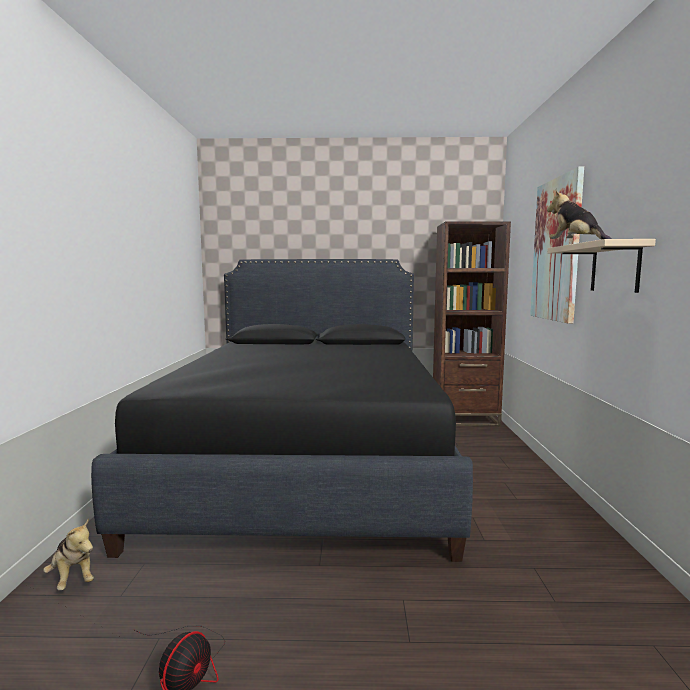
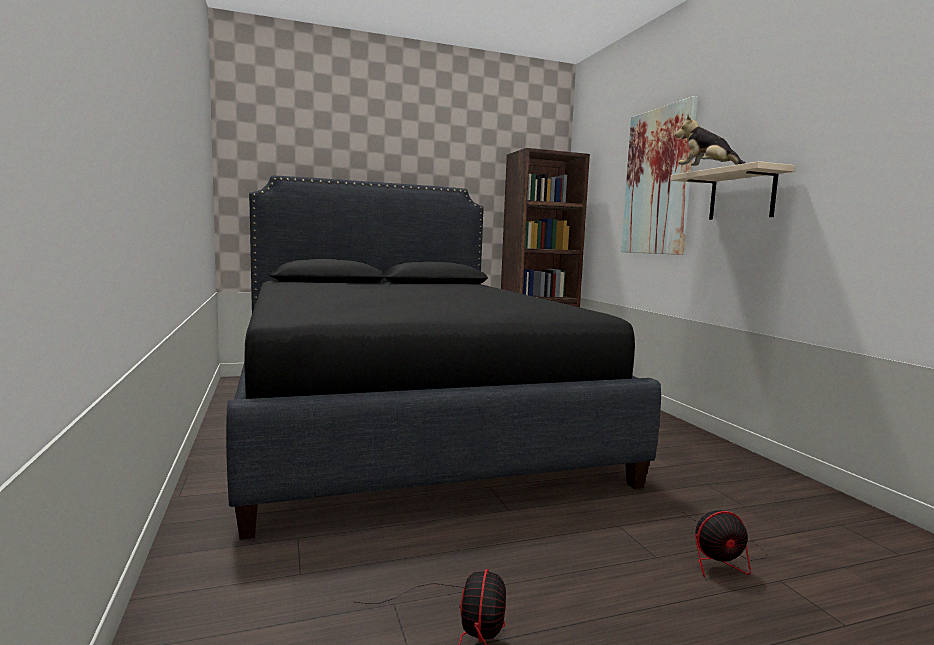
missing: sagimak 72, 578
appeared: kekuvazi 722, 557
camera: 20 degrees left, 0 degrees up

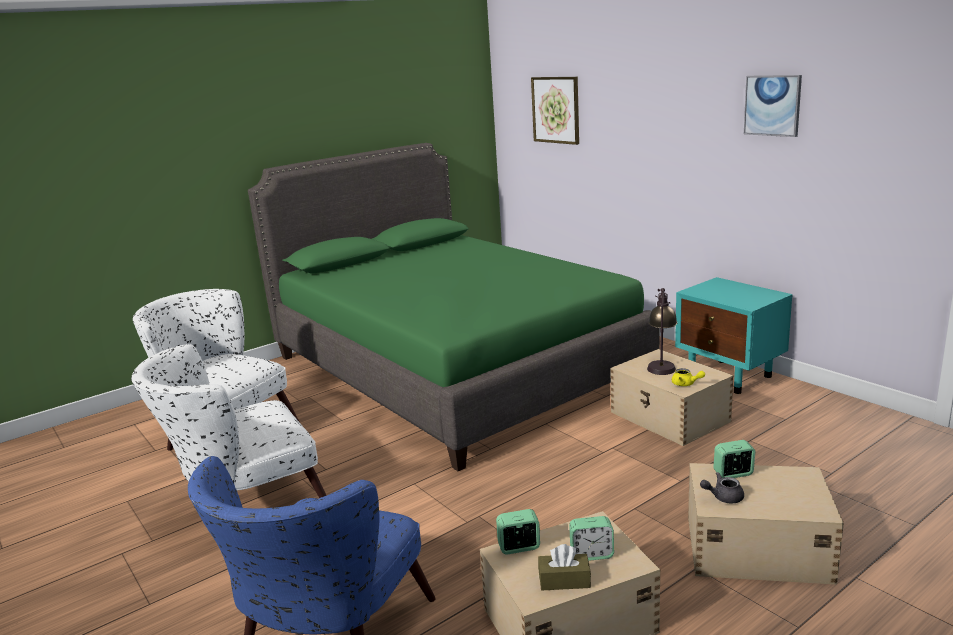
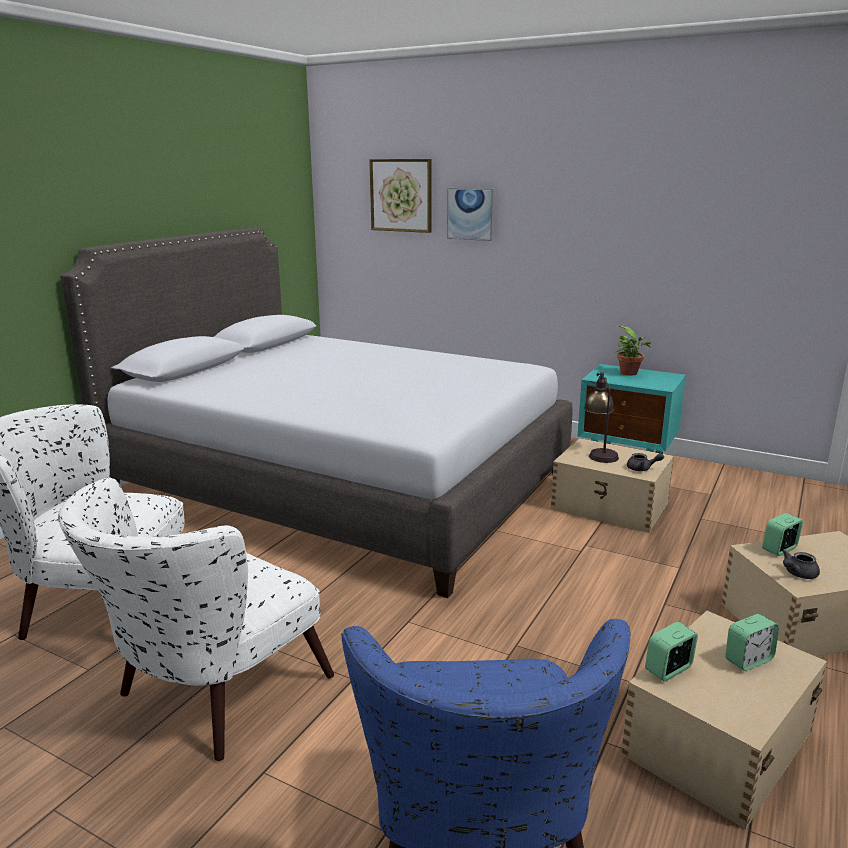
missing: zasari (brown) 564, 580
appeared: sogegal 630, 374
relocated: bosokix 772, 105 to 470, 214
colour: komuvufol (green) 452, 368 to komuvufol (grey) 340, 484; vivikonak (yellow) 686, 384 to vivikonak (grey) 642, 469
camera: 25 degrees left, 0 degrees up

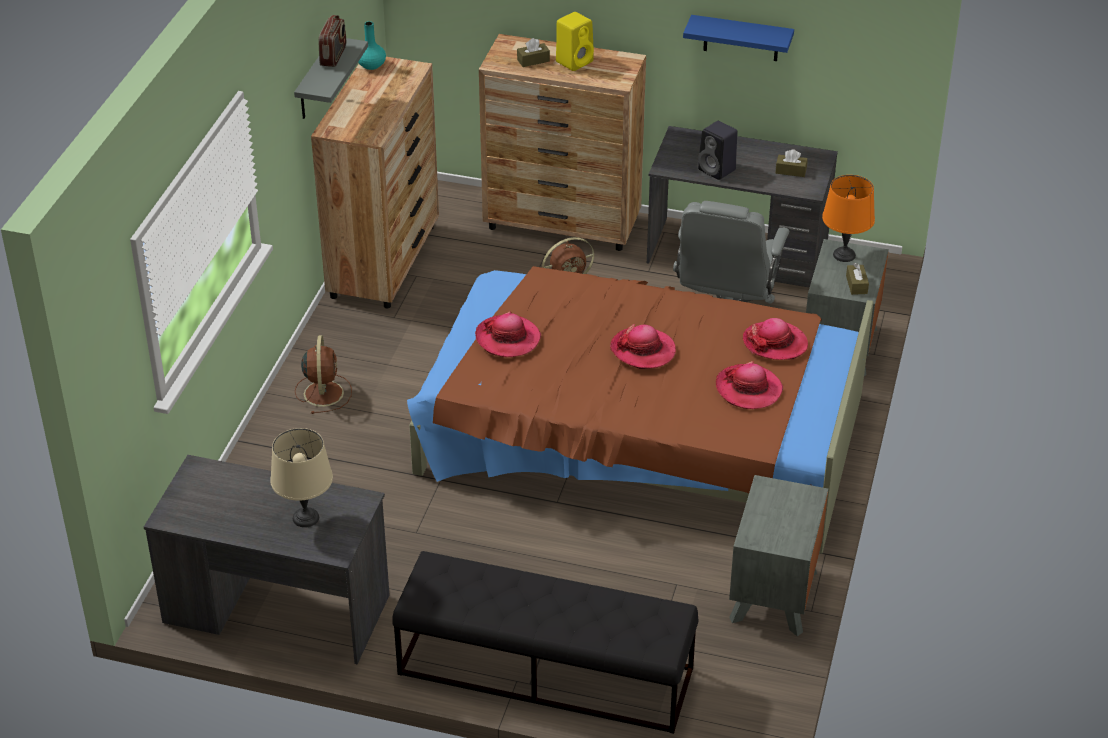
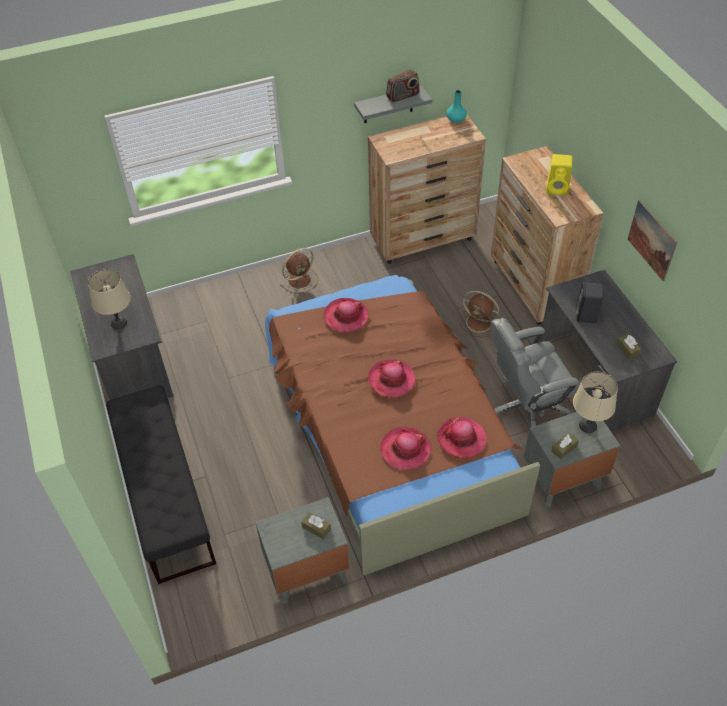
relocated: zasari (brown) 533, 60 to 316, 528
exchanged: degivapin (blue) 741, 38 to bosokix 652, 240
colour: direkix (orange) 844, 255 to direkix (beige) 587, 425
camera: 55 degrees right, 10 degrees up

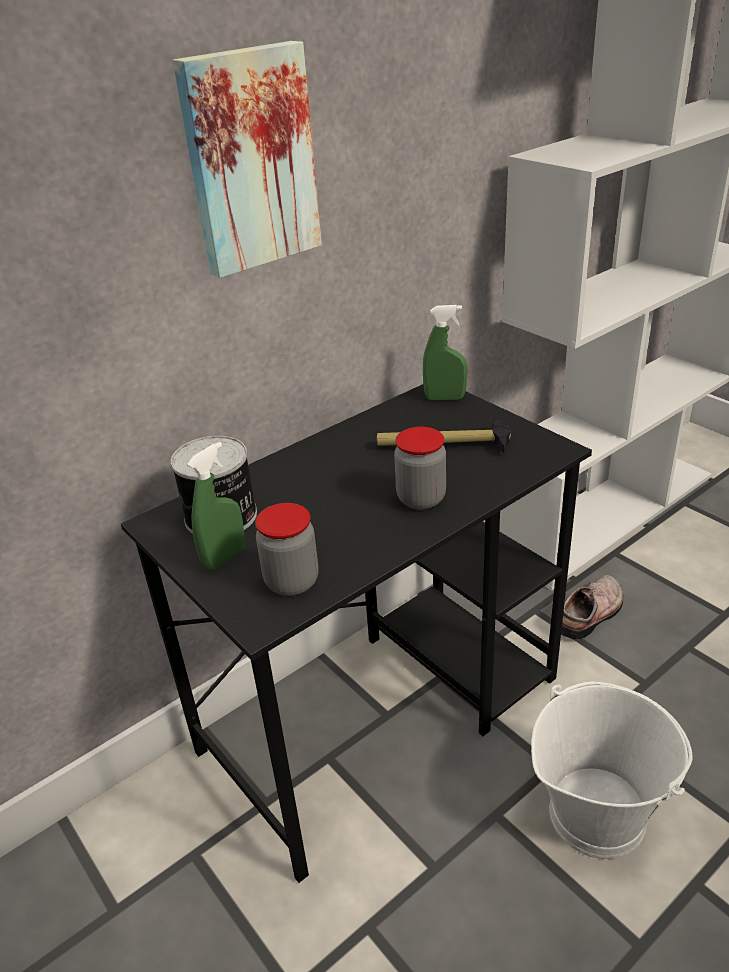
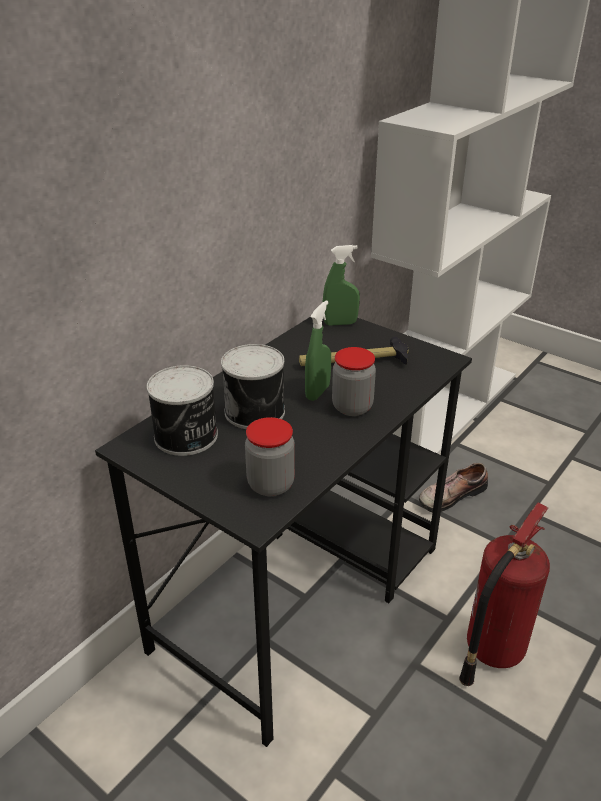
missing: bosokix 249, 160
appeared: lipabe 256, 411
relocated: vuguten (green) 224, 558 to 317, 392
exchanged: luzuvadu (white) 596, 813 to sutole 491, 651
spun: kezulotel 592, 614 = 450, 494 150 degrees counterclockwise
camera: 15 degrees left, 0 degrees up

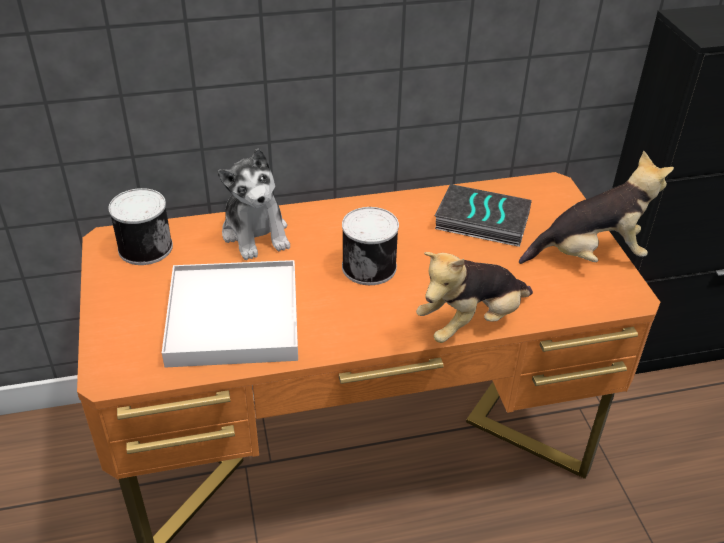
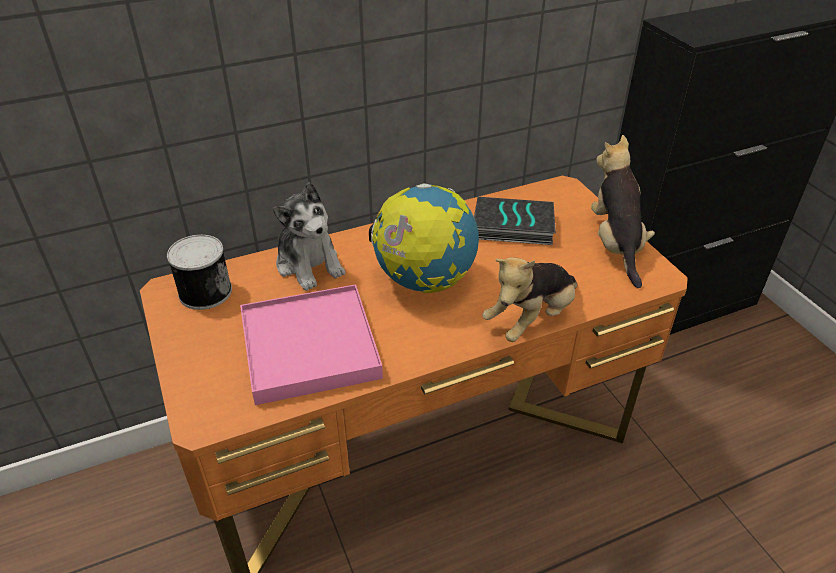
exchanged: lipabe 370, 266 to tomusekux 424, 280
colour: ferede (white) 234, 317 to ferede (pink) 310, 347
spun: sagimak 590, 255 = 615, 244 75 degrees counterclockwise
camera: 10 degrees left, 0 degrees up

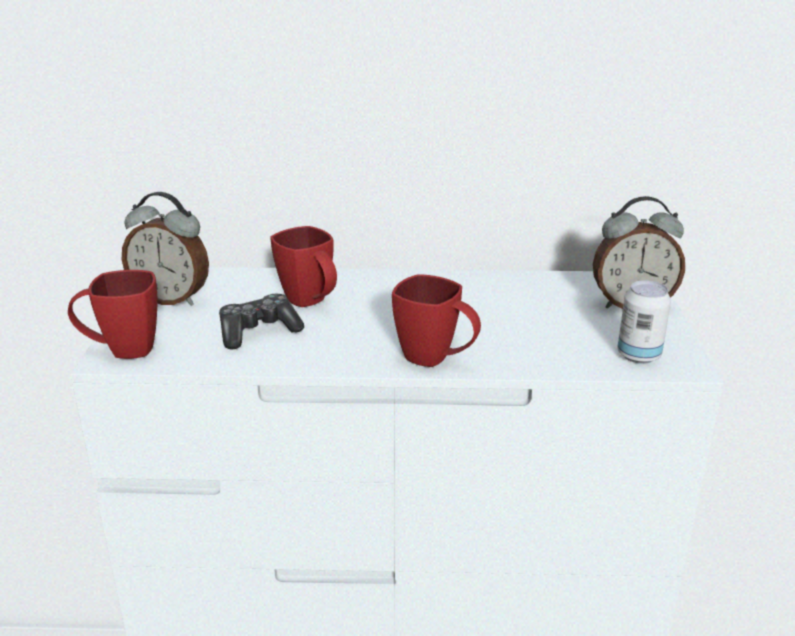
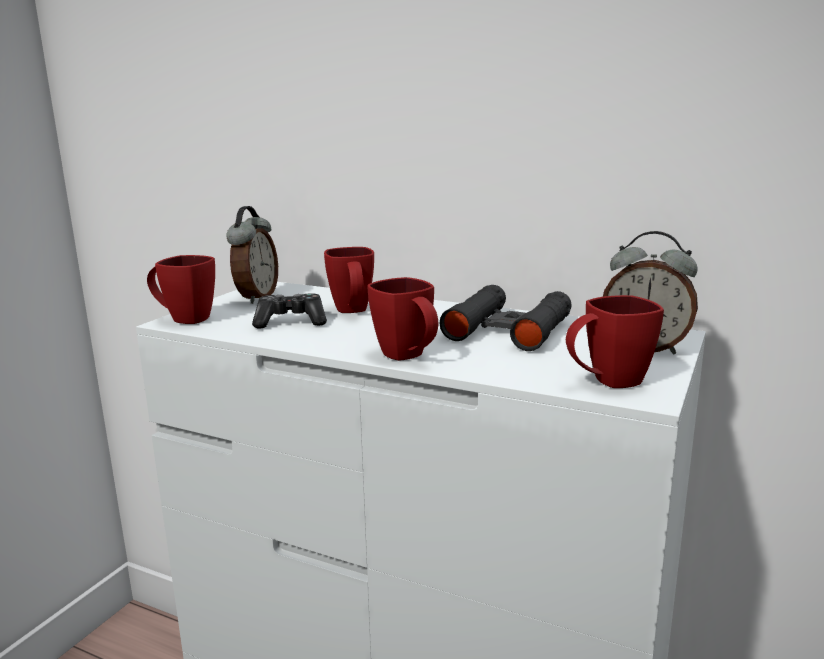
appeared: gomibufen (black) 508, 329
exchanged: lipabe 638, 355 to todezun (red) 606, 382
spun: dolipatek 172, 299 = 255, 297 120 degrees counterclockwise
camera: 25 degrees right, 10 degrees down

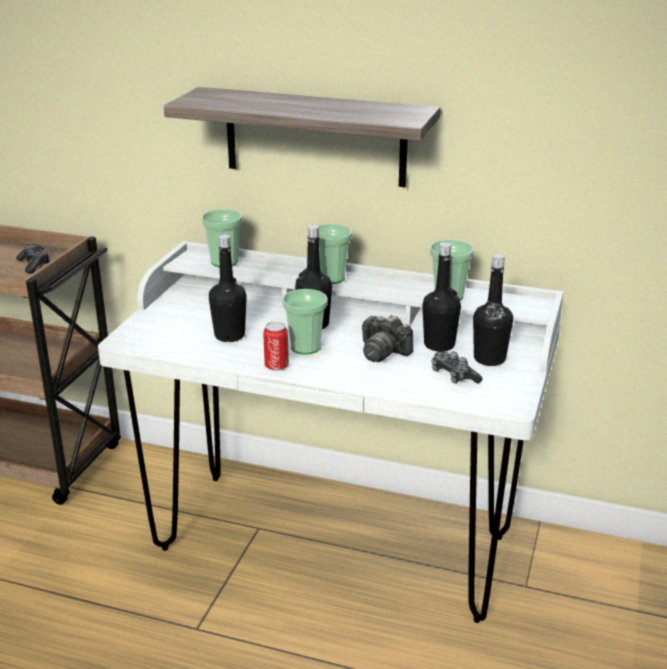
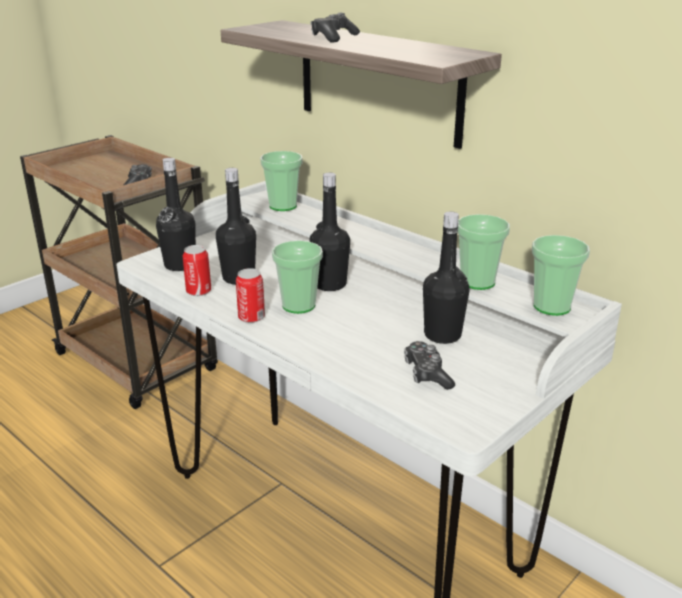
missing: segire 383, 352
appeared: lipabe 198, 291; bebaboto 333, 38
relocated: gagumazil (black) 489, 359 to 180, 265; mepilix 331, 278 to 552, 306
camera: 25 degrees right, 0 degrees up

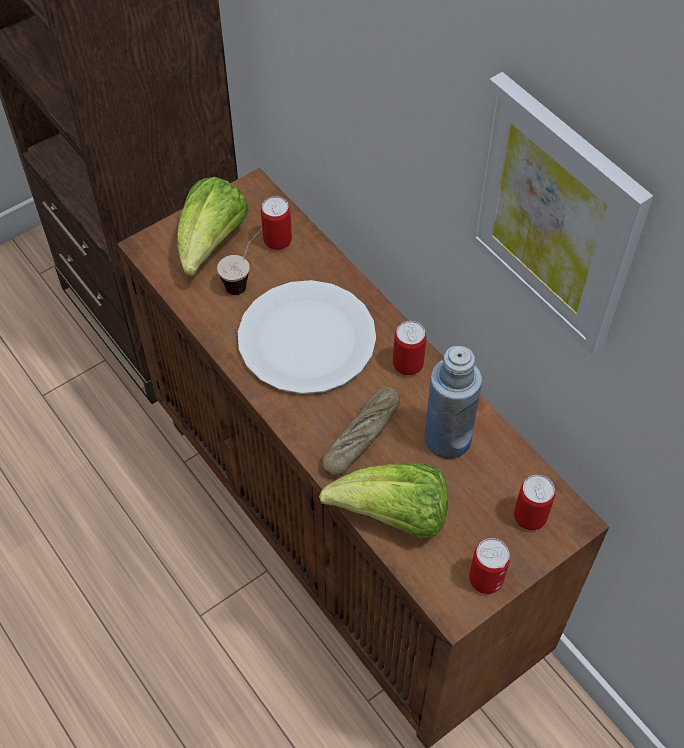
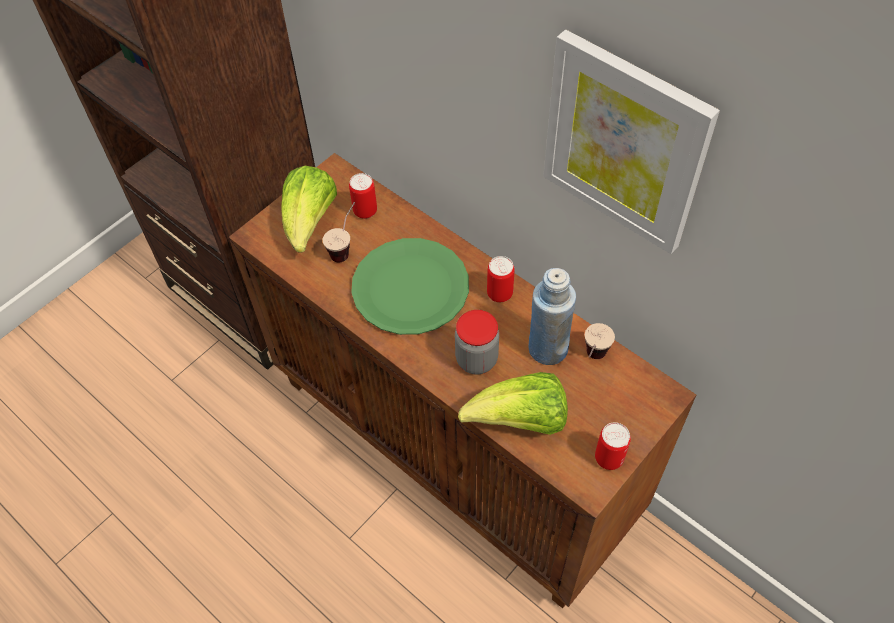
missing: lipabe 529, 517
appeared: mepilix 592, 361
exchanged: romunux 361, 436 to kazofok 476, 359
colour: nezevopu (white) 306, 339 to nezevopu (green) 410, 288
camera: 10 degrees left, 0 degrees up

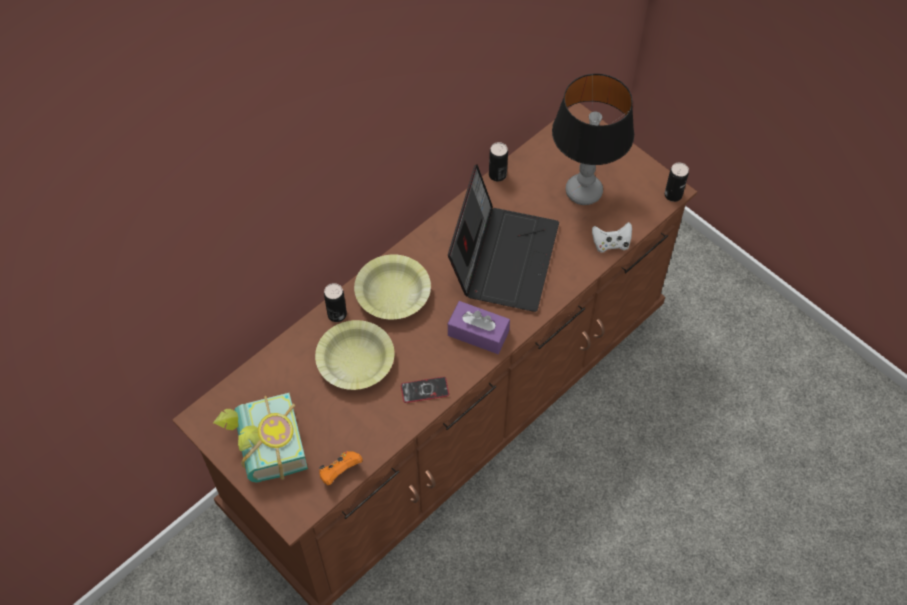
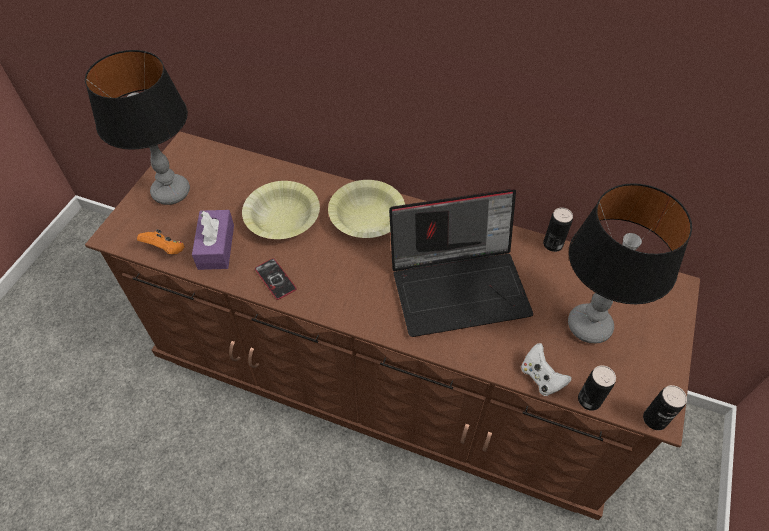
relocated: zasari (purple) 478, 333 to 216, 247; lipabe 337, 314 to 589, 400
exchanged: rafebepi 263, 448 to direkix 171, 192
camera: 65 degrees right, 5 degrees down

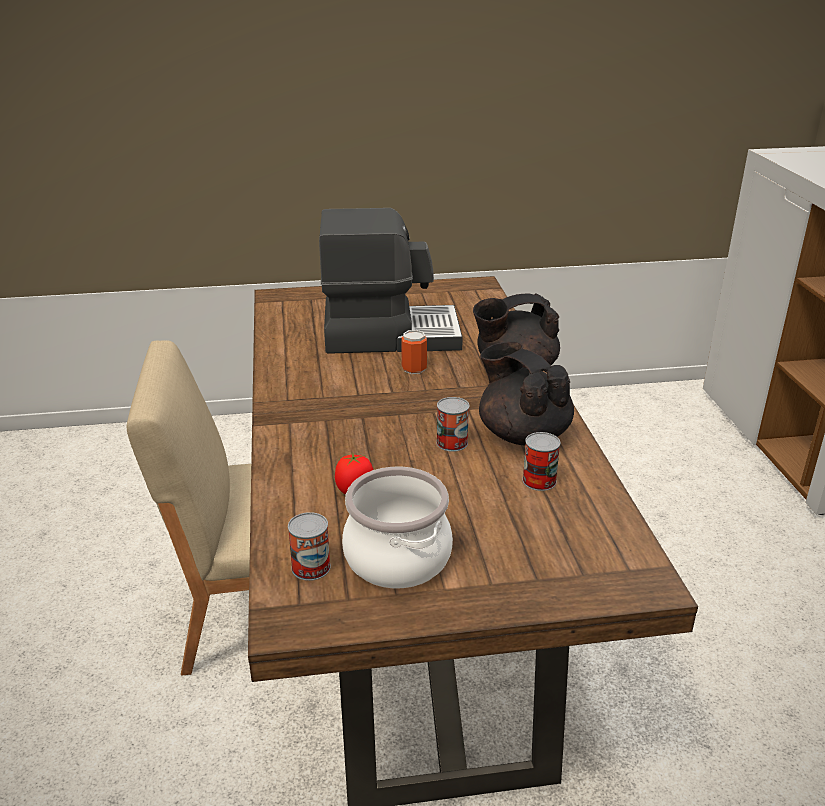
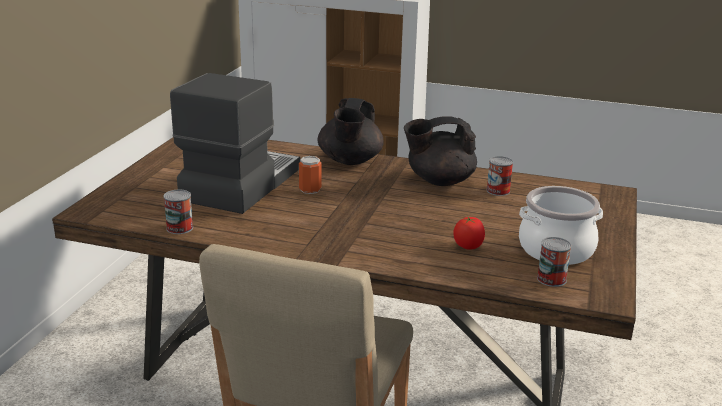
relocated: lipabe 452, 442 to 179, 228
camera: 65 degrees left, 5 degrees down

